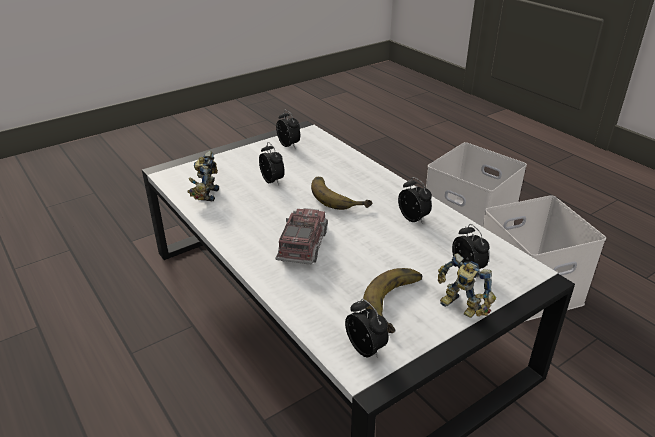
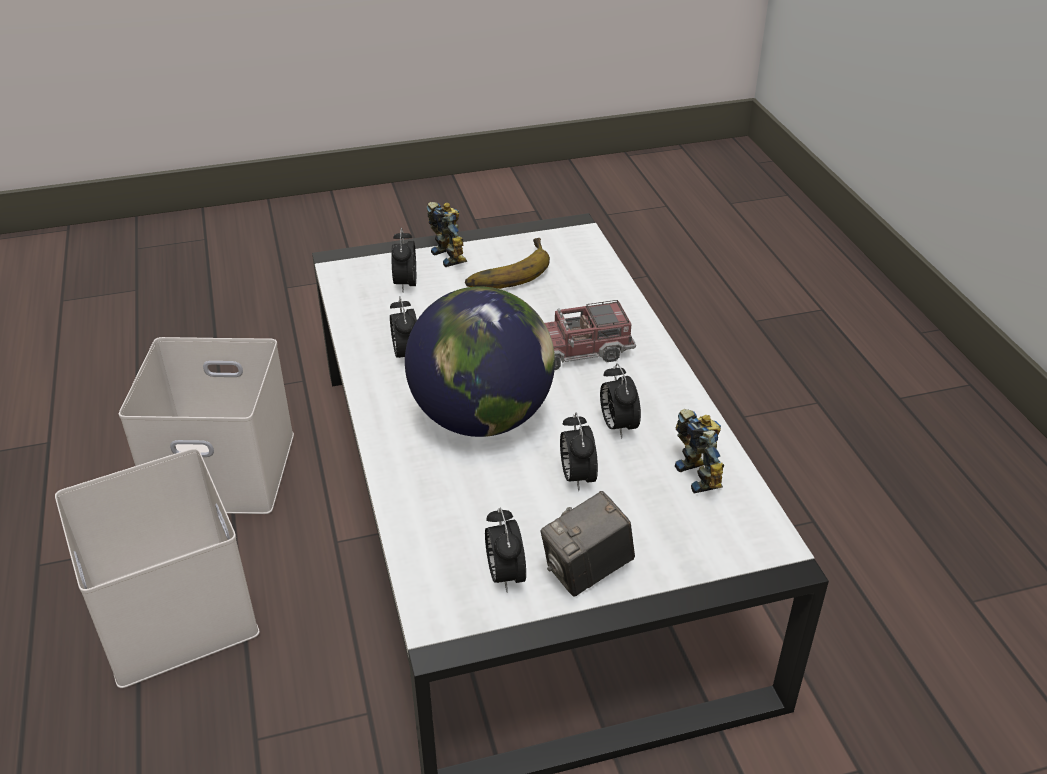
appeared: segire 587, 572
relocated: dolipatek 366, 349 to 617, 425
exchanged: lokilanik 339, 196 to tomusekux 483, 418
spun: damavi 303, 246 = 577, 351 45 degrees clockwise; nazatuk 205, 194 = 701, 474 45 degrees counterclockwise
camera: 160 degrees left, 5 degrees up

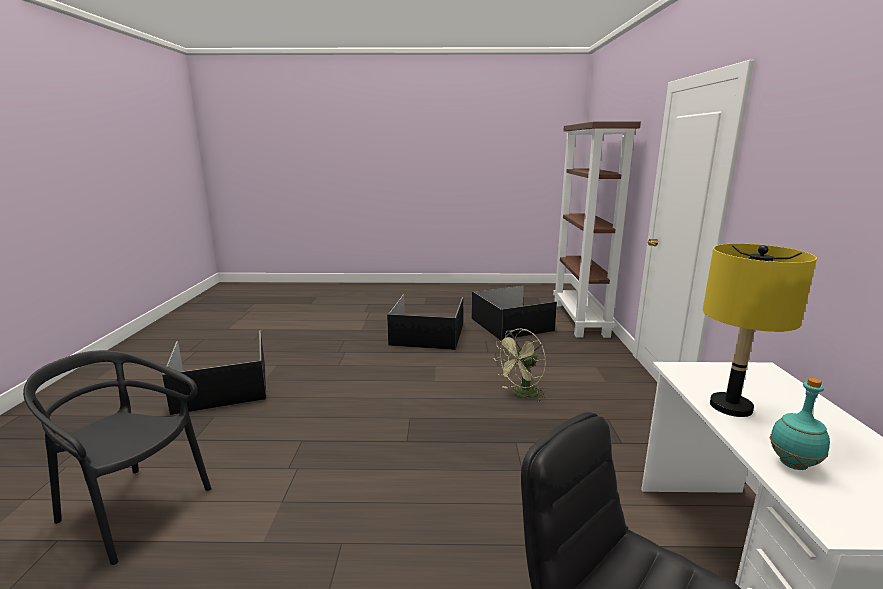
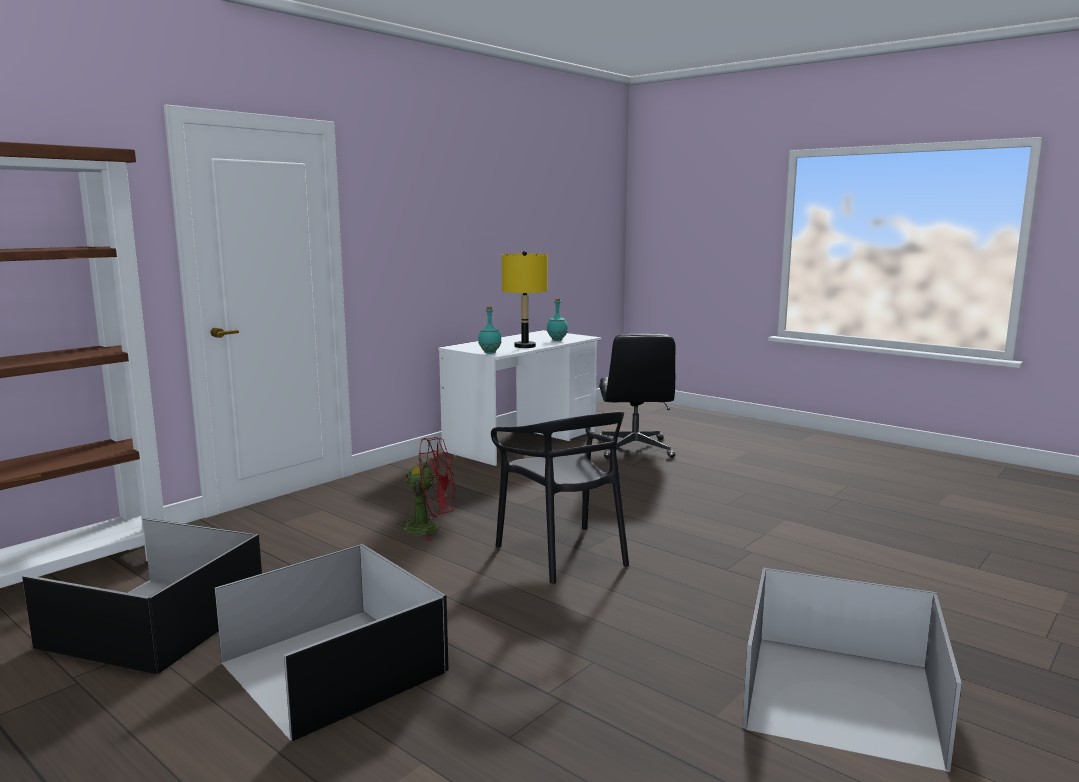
appeared: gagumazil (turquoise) 489, 353
relocated: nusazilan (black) 133, 509 to 563, 554
colour: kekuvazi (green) 521, 395 to kekuvazi (red) 430, 528
camera: 140 degrees left, 5 degrees down

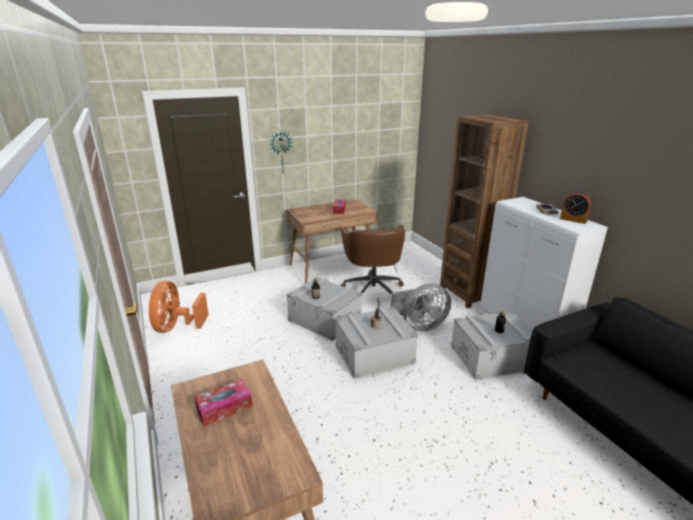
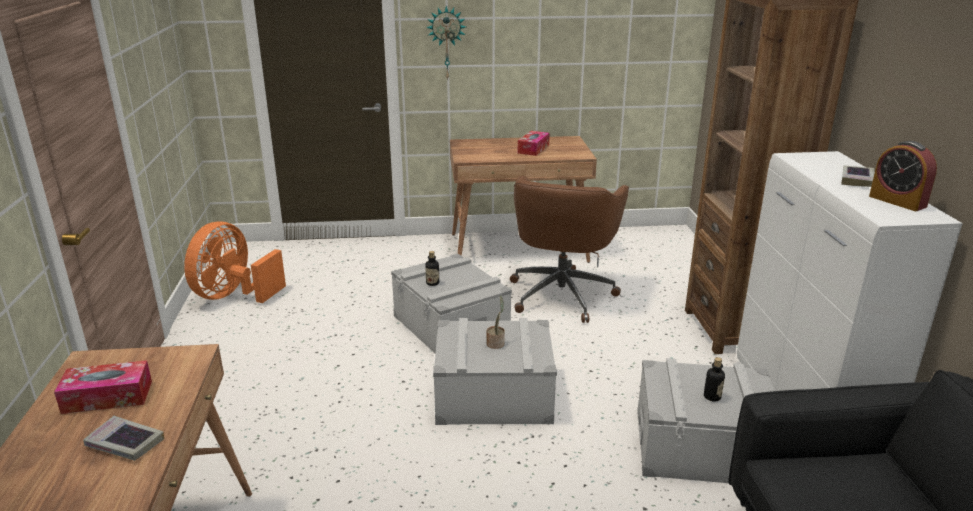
missing: kekuvazi (grey) 420, 326
appeared: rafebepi 125, 443
camera: 20 degrees right, 0 degrees up

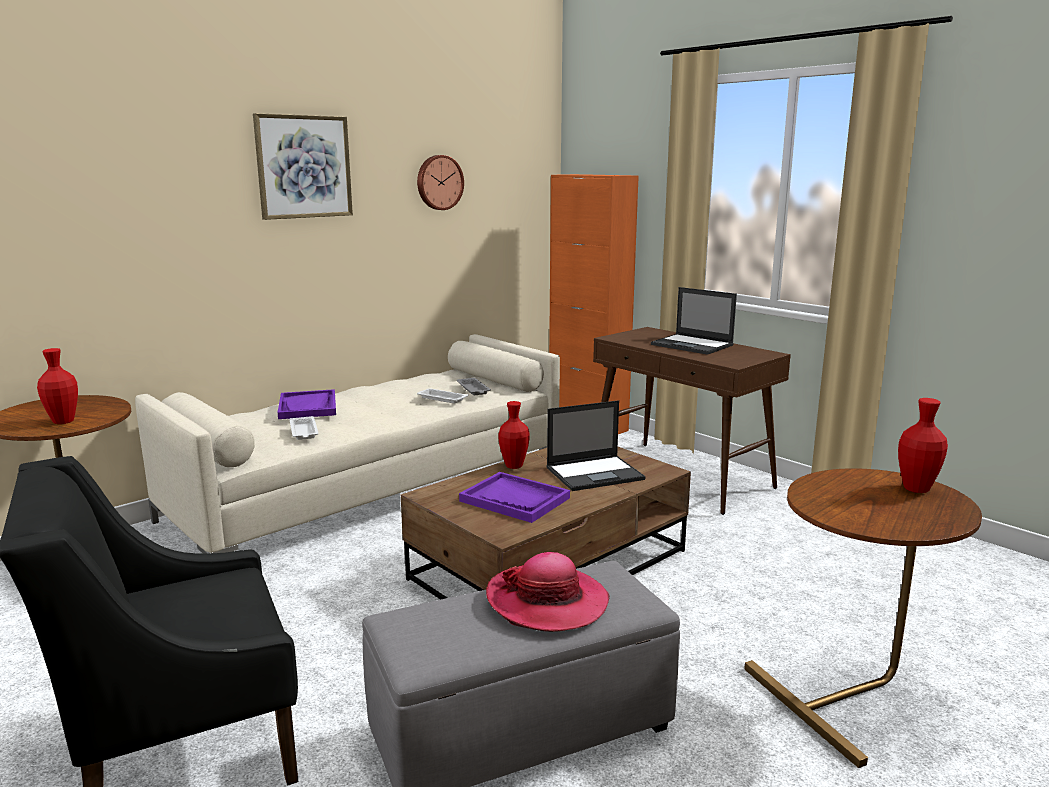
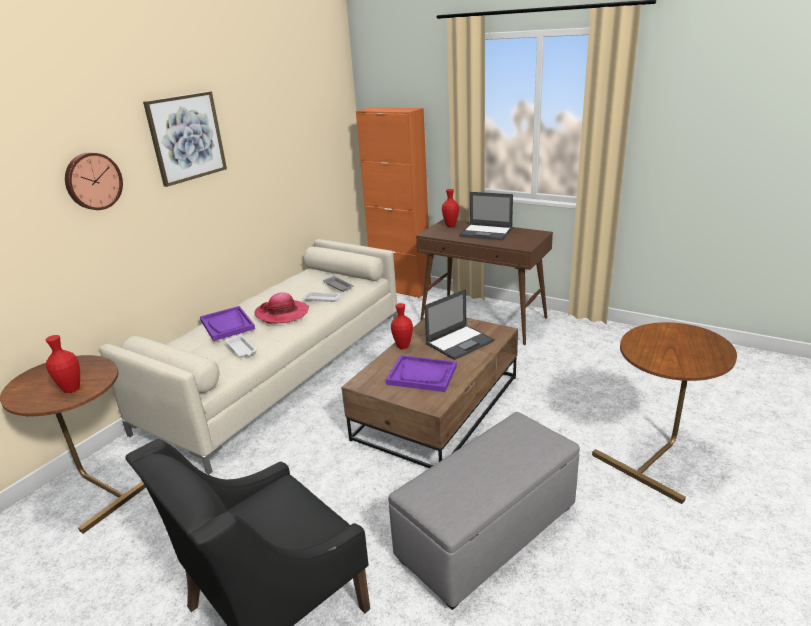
relocated: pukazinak 439, 182 to 92, 181; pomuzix 547, 601 to 282, 313; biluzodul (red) 916, 489 to 450, 225
camera: 15 degrees left, 10 degrees up

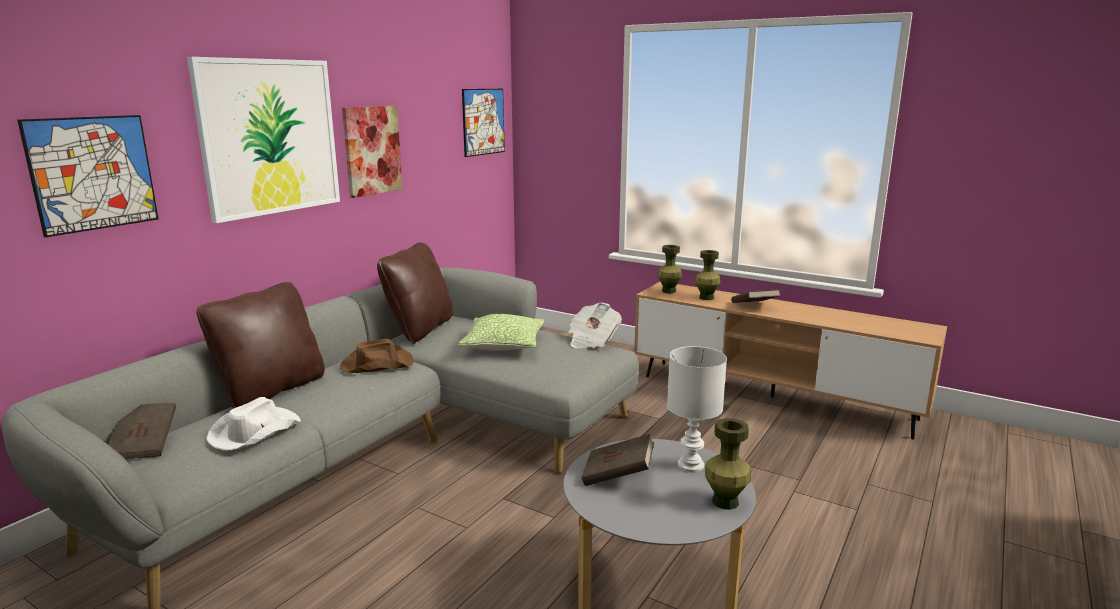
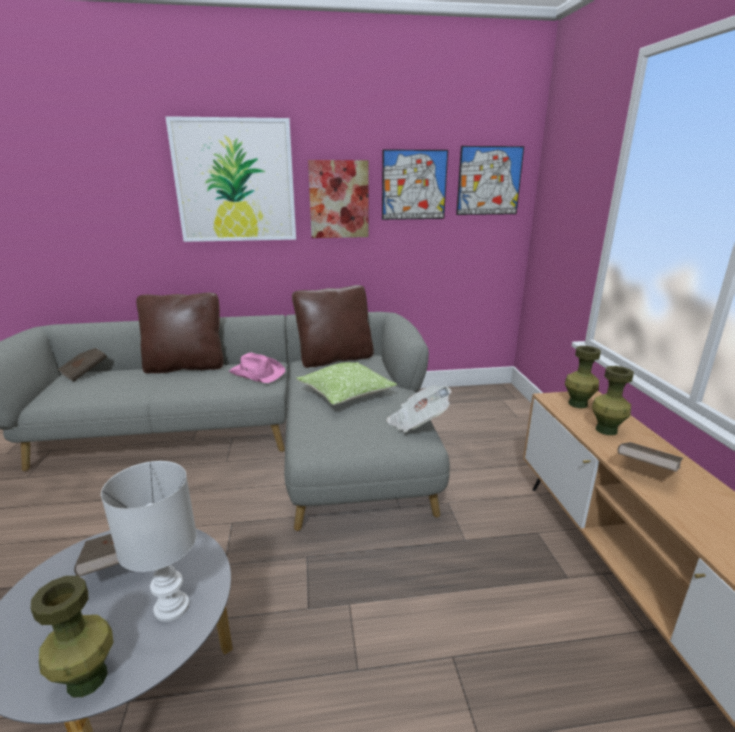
missing: pomuzix (white) 254, 431
relocated: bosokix 93, 173 to 414, 185
colour: pomuzix (brown) 376, 364 to pomuzix (pink) 257, 373
camera: 50 degrees right, 5 degrees up

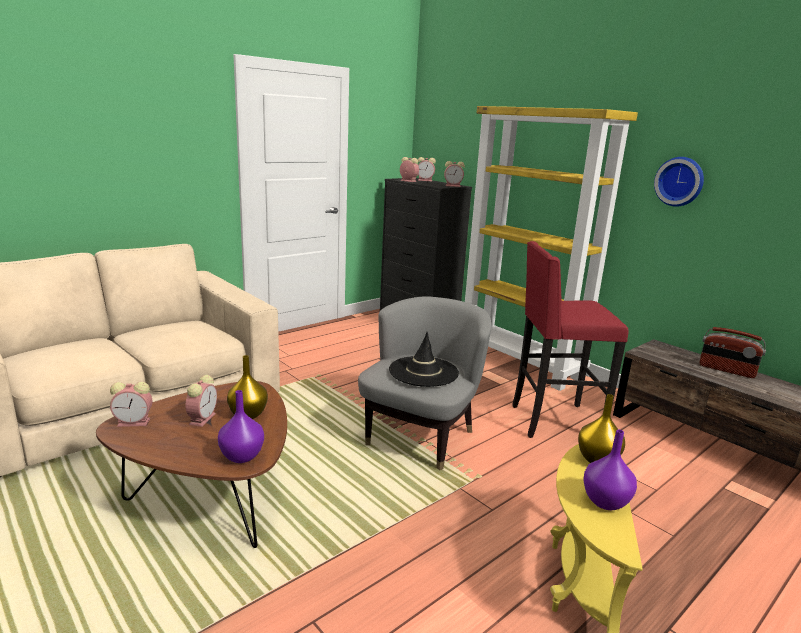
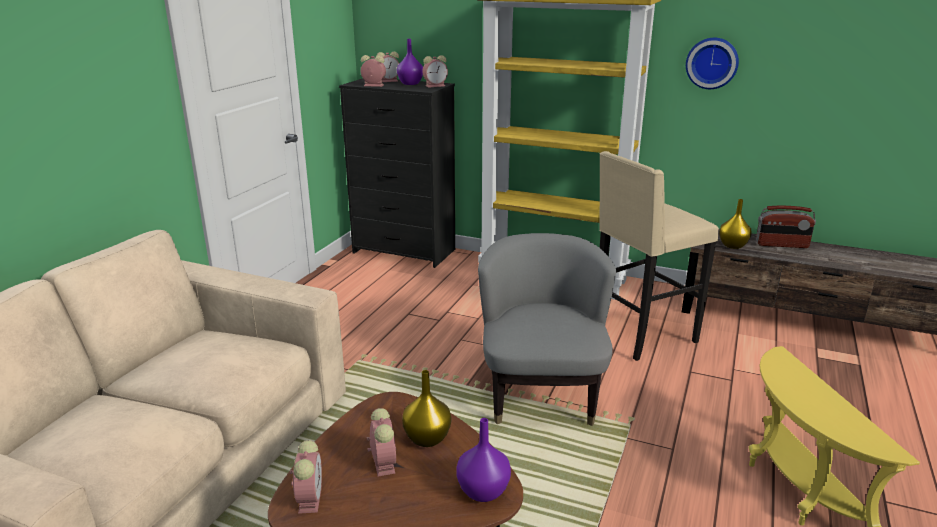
missing: pomuzix (black) 423, 372
relocated: biluzodul (purple) 604, 502 to 410, 84; biluzodul (yellow) 597, 460 to 733, 246
colour: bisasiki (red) 553, 422 to bisasiki (beige) 640, 336
spun: dolipatek 135, 422 = 309, 498 60 degrees counterclockwise
camera: 25 degrees left, 5 degrees up

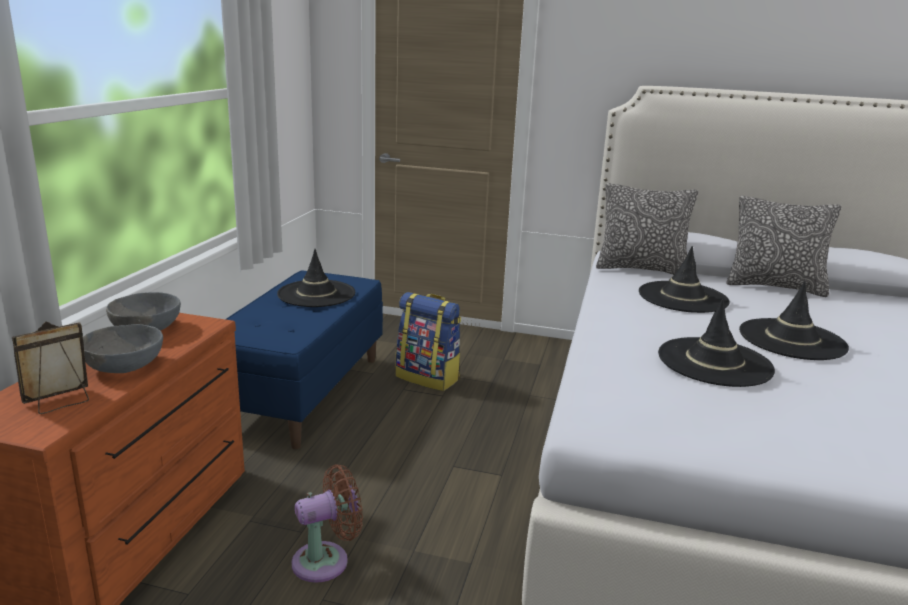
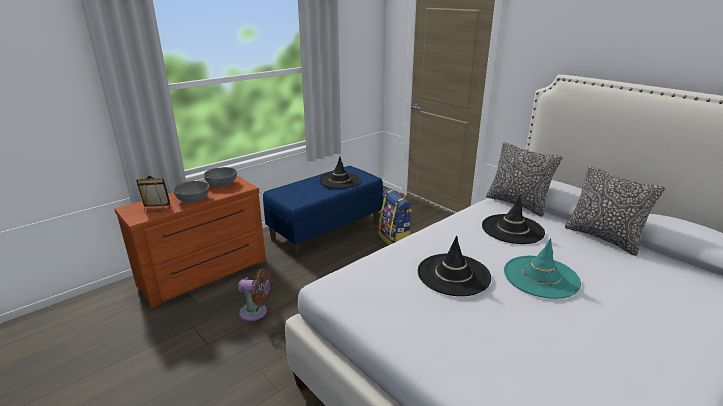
colour: pomuzix (black) 791, 340 to pomuzix (turquoise) 541, 277
camera: 35 degrees right, 5 degrees up

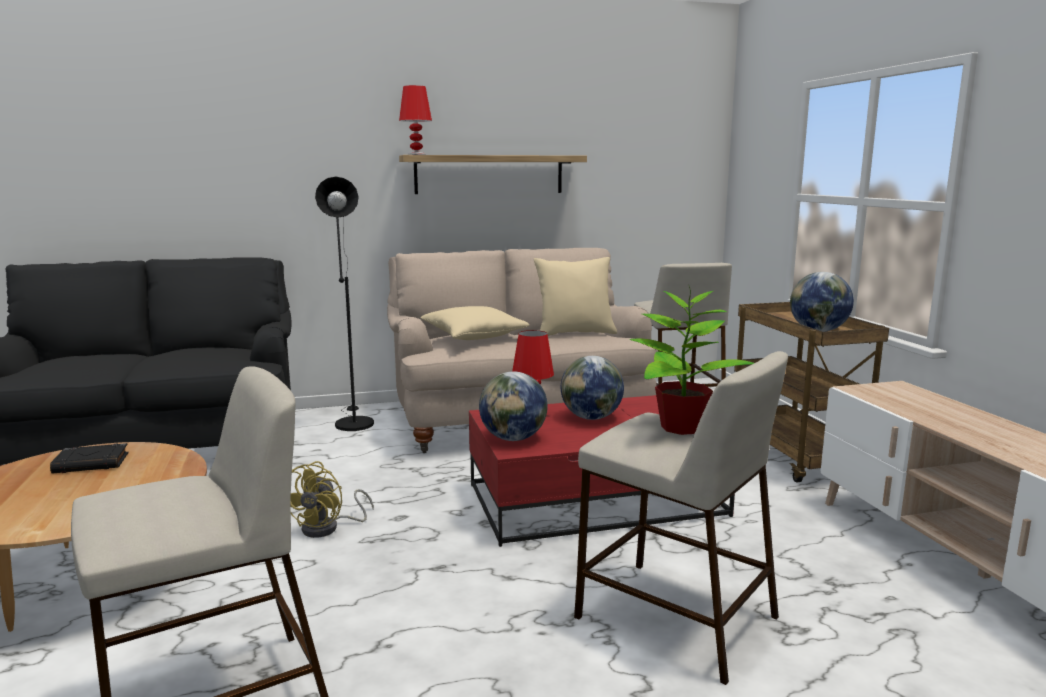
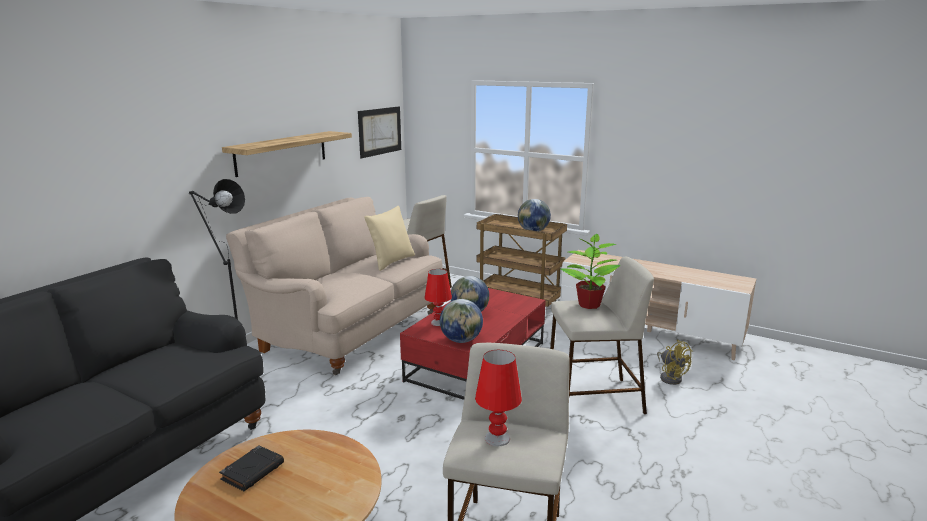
missing: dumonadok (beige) 474, 337
appeared: bosokix 380, 131
relocated: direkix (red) 416, 154 to 497, 438; kekuvazi (yellow) 328, 528 to 670, 377
camera: 45 degrees left, 5 degrees up

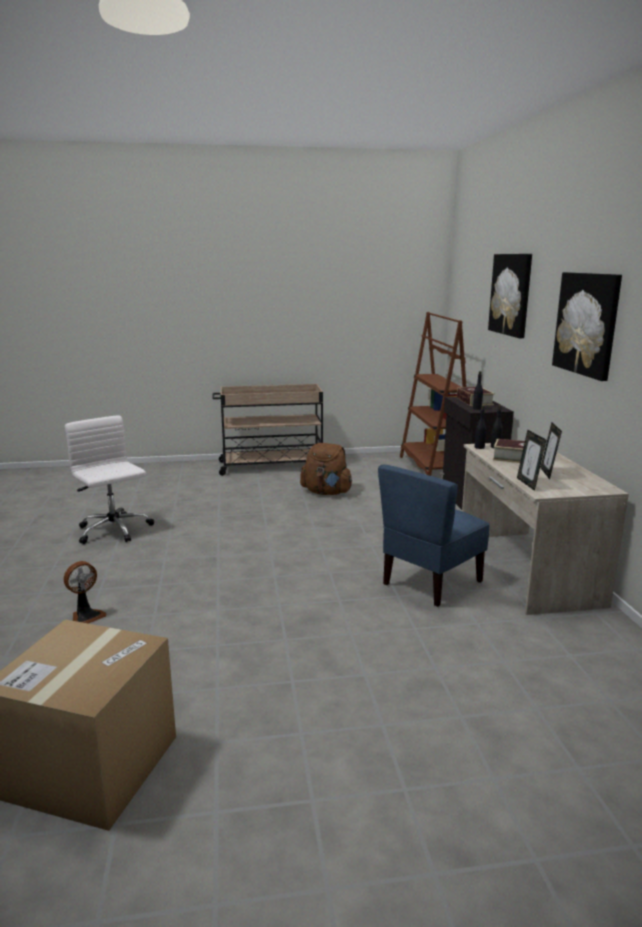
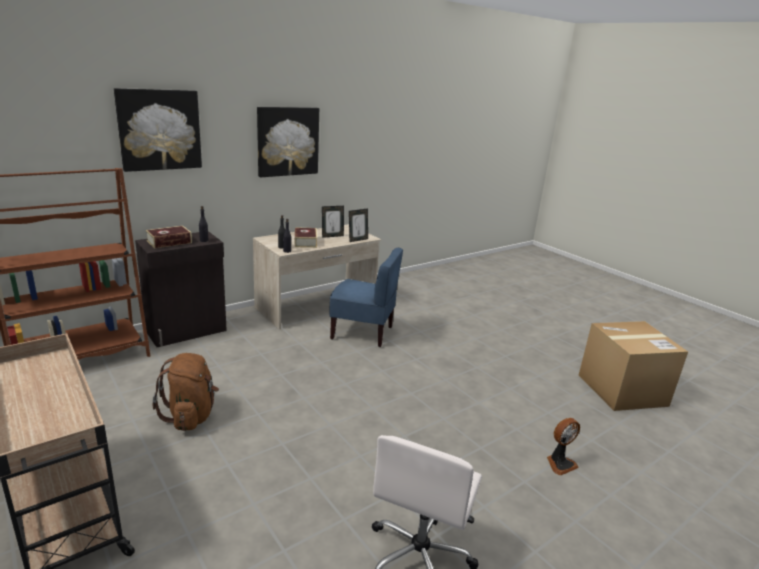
spun: kekuvazi 86, 616 = 560, 463 135 degrees clockwise
camera: 120 degrees left, 5 degrees up

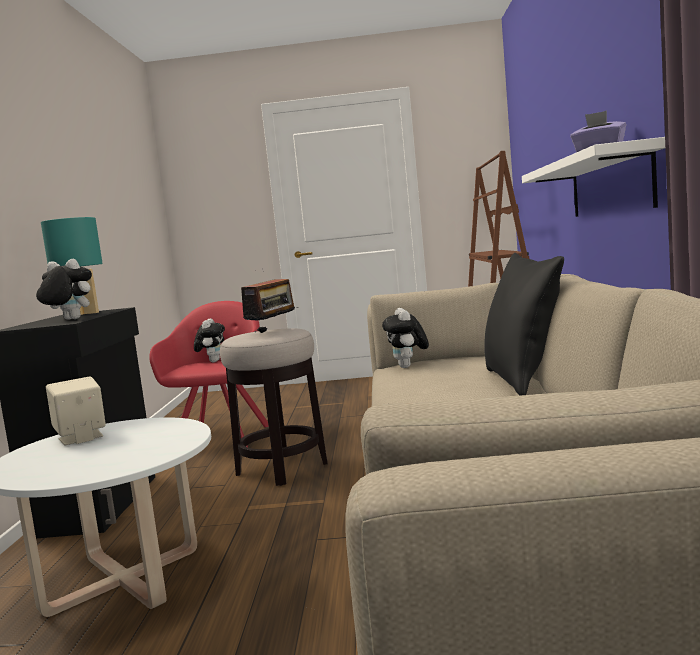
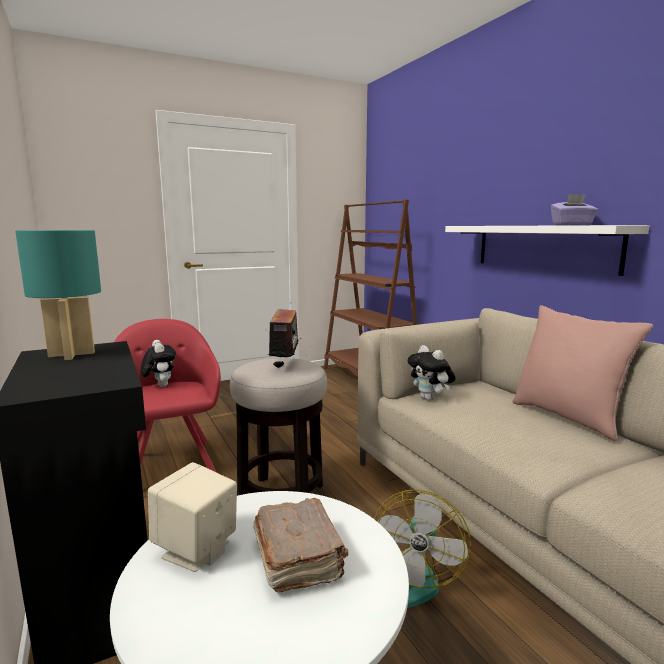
missing: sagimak 69, 319
appeared: rafebepi (brown) 298, 558; kekuvazi 410, 577
colour: dumonadok (black) 523, 381 to dumonadok (pink) 568, 417
camera: 30 degrees left, 5 degrees up

